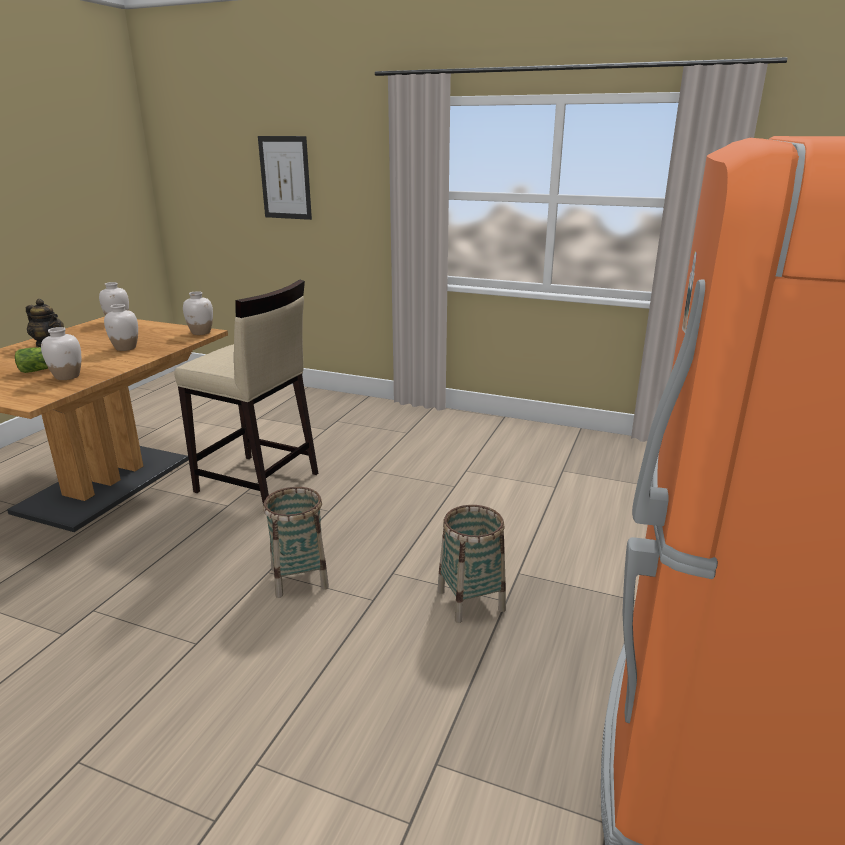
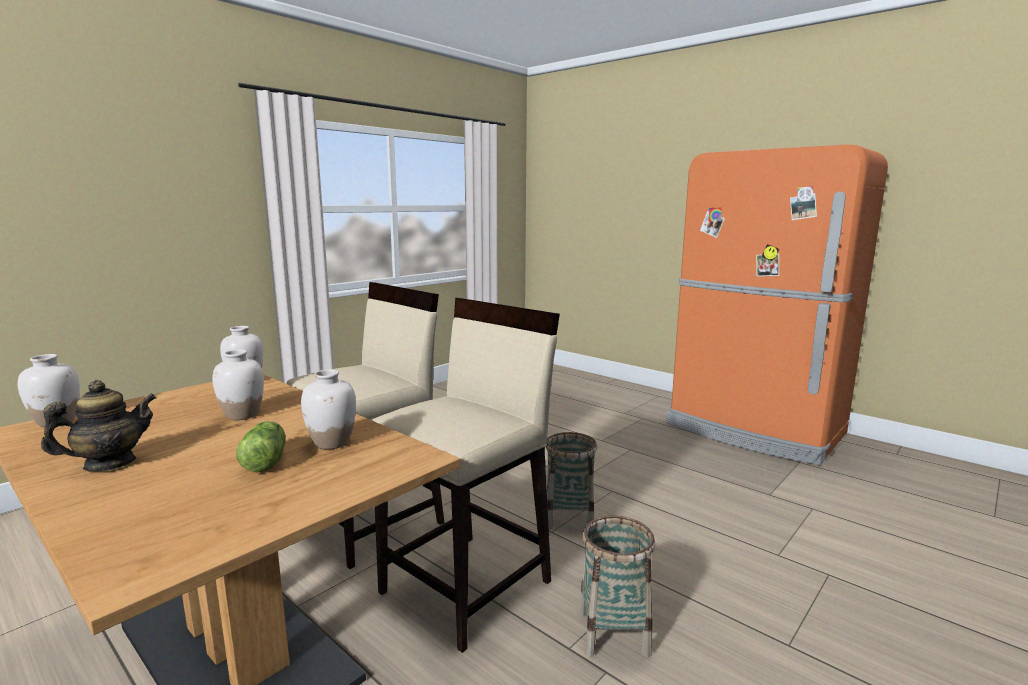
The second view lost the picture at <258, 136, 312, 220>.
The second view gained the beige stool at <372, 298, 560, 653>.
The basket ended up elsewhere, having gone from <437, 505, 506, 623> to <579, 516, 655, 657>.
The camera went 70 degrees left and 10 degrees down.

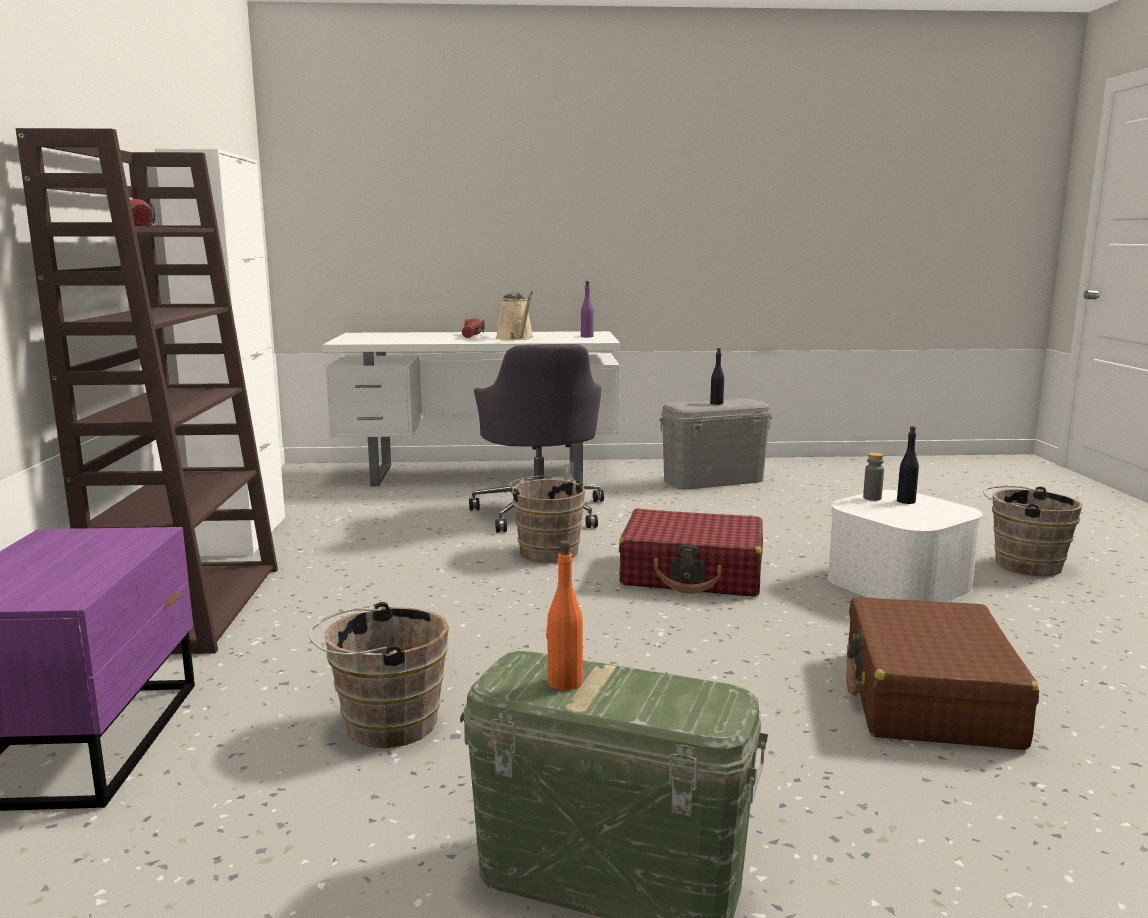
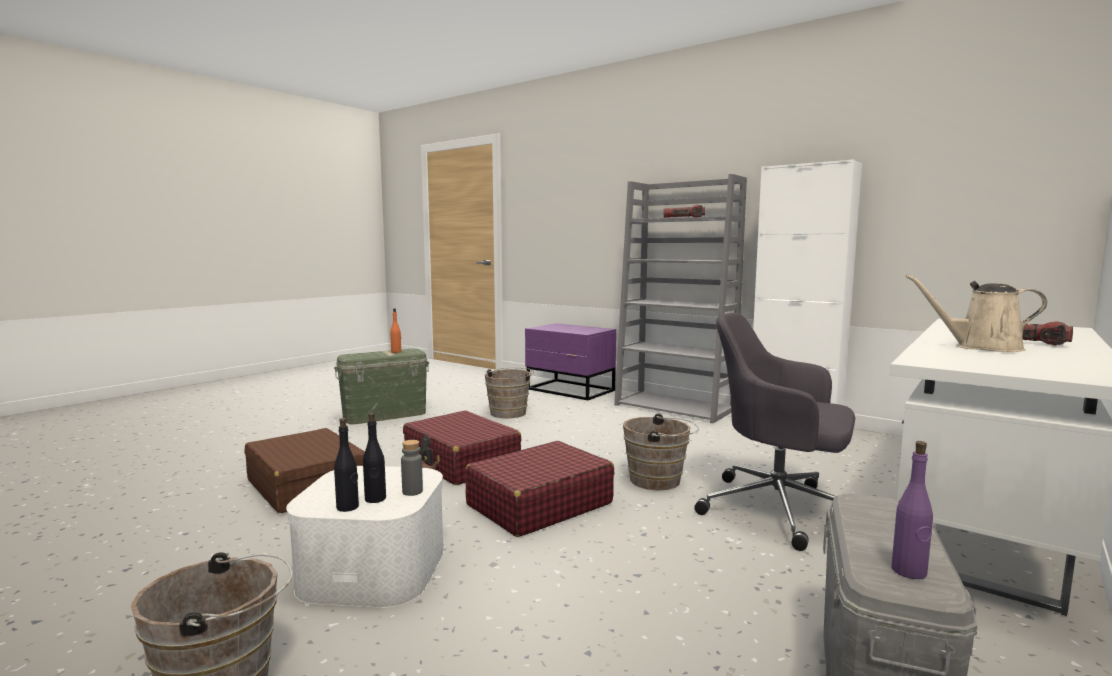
The second view gained the red suitcase at <403, 410, 522, 485>.
The purple bottle ended up elsewhere, having gone from <581, 281, 594, 337> to <892, 441, 933, 579>.
The black bottle ended up elsewhere, having gone from <710, 348, 724, 405> to <334, 418, 359, 512>.
What was the brown bookcase at <16, 128, 278, 654> turned into the grey bookcase at <614, 174, 747, 423>.
The camera went 130 degrees right and 5 degrees down.

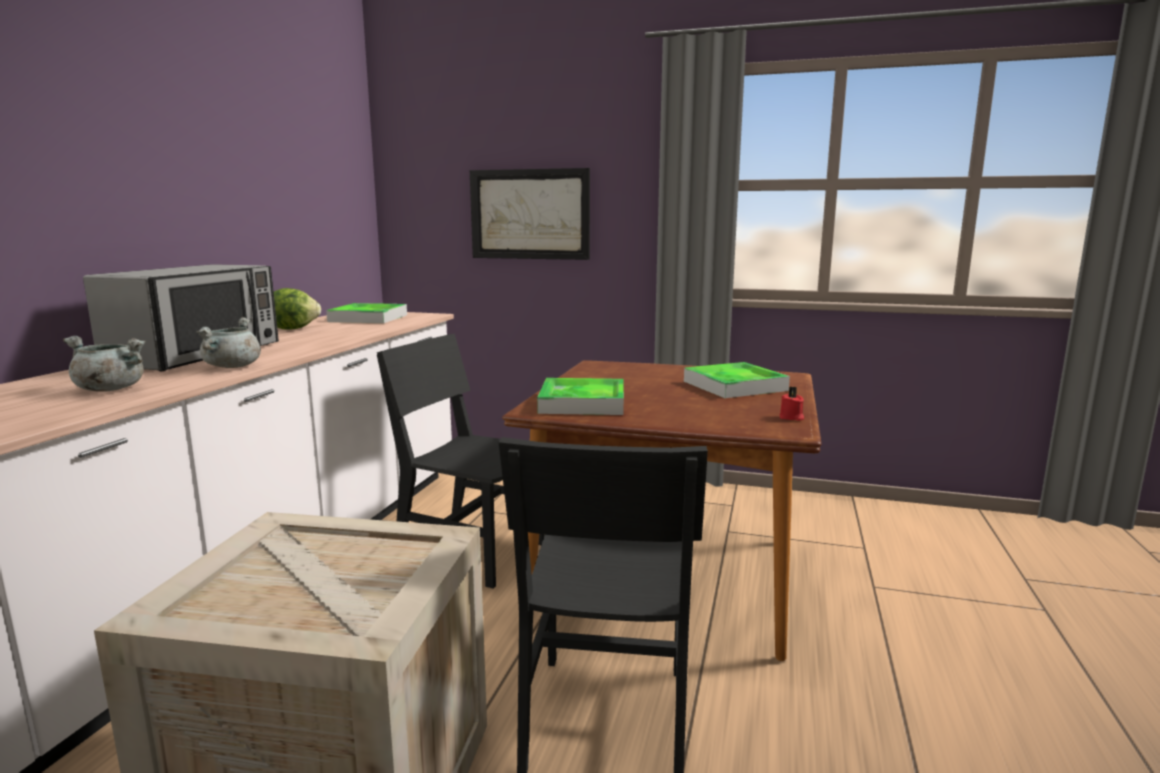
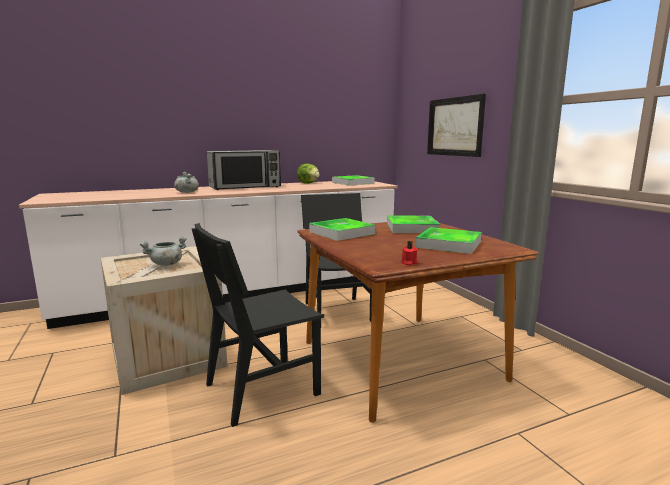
The second view gained the tray at <387, 216, 440, 233>.
The grey cooking pot ended up elsewhere, having gone from <196, 317, 261, 368> to <140, 237, 187, 266>.
The camera went 50 degrees right and 0 degrees up.

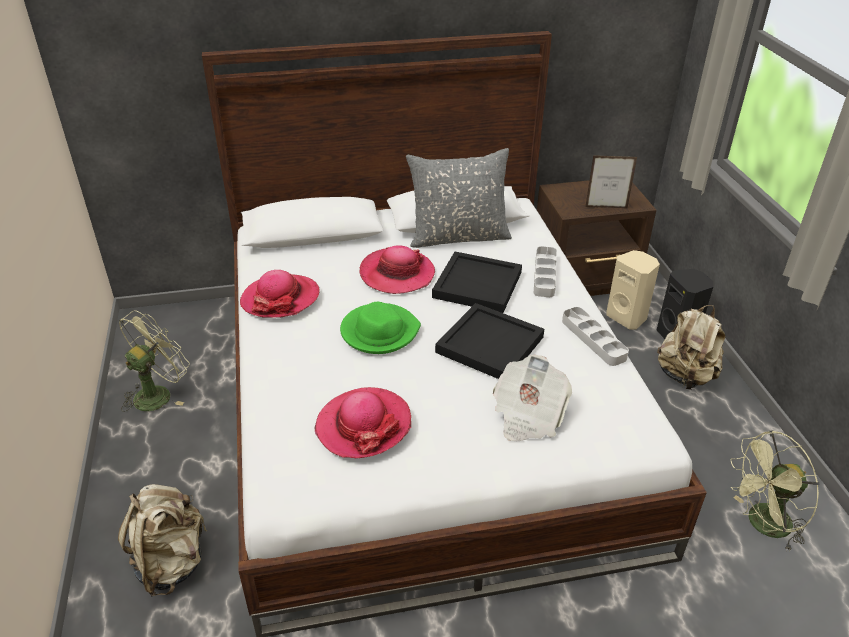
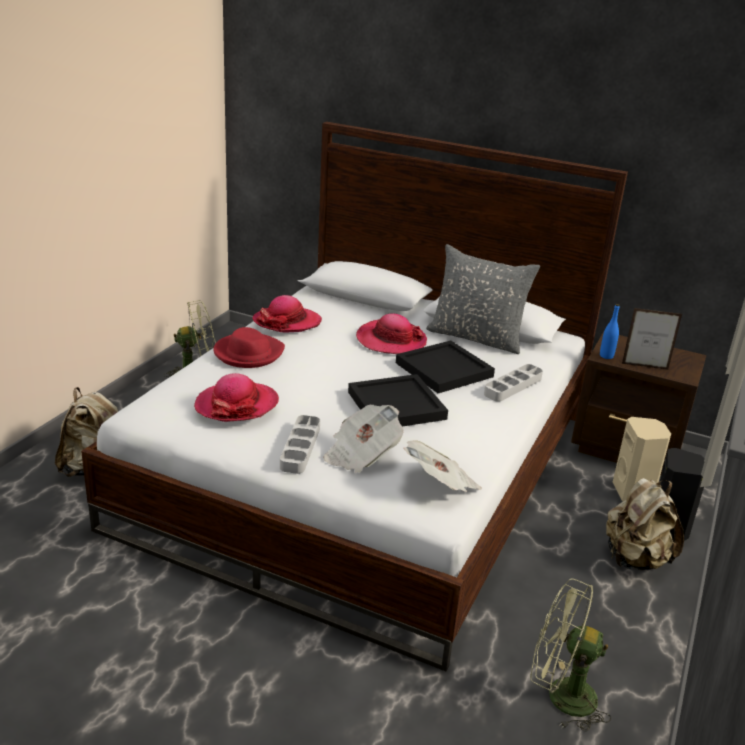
The second view lost the green hat at <340, 302, 421, 354>.
The second view gained the red hat at <213, 327, 285, 368>.
The second view gained the newspaper at <403, 440, 482, 492>.
The second view gained the blue bottle at <600, 304, 620, 359>.
The grey tray ended up elsewhere, having gone from <562, 307, 629, 366> to <280, 415, 320, 474>.
The picture frame at <585, 155, 637, 209> ended up facing another way, 150 degrees clockwise from before.
The camera went 35 degrees right and 10 degrees down.

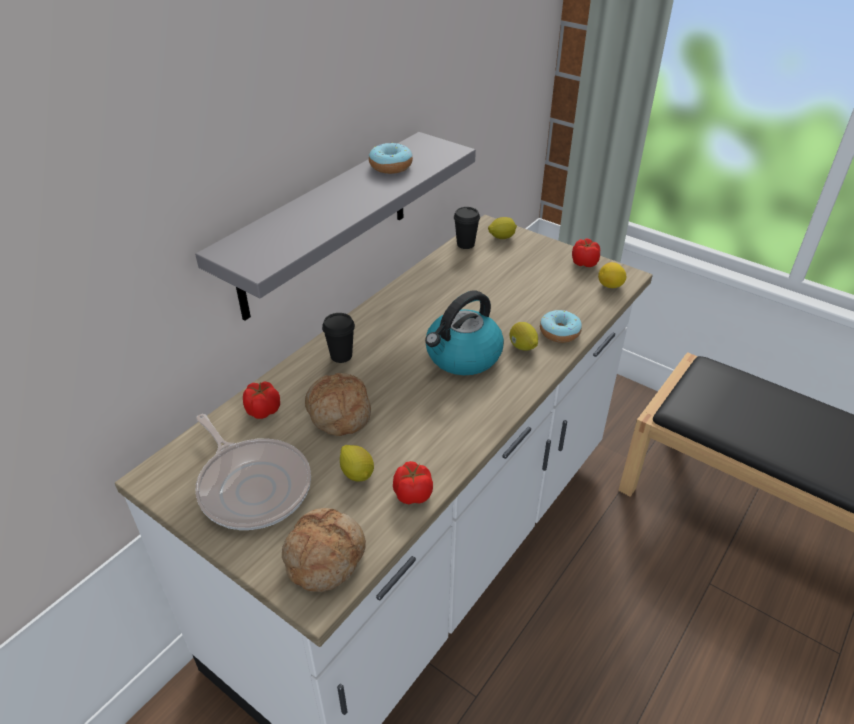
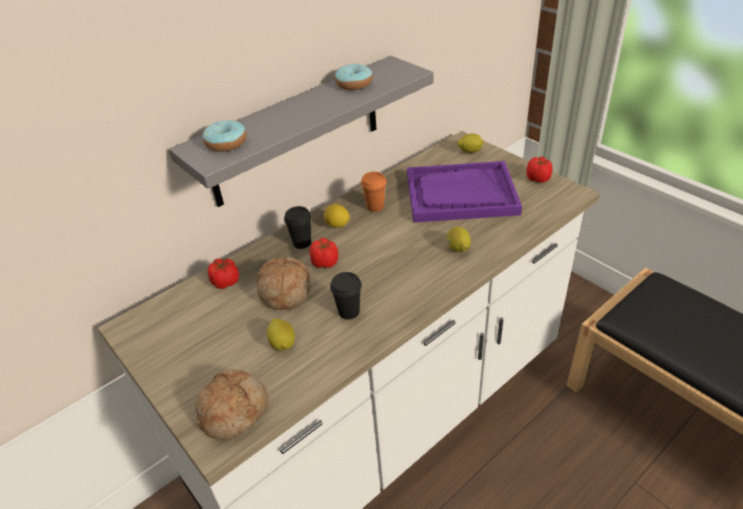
The second view lost the frying pan at <195, 414, 311, 530>.
The second view lost the kettle at <425, 290, 504, 375>.
The second view gained the orange cup at <361, 172, 387, 212>.
The second view gained the purple tray at <407, 161, 522, 223>.
The tomato ended up elsewhere, having gone from <393, 461, 433, 504> to <309, 238, 338, 268>.
The black cup ended up elsewhere, having gone from <454, 207, 480, 249> to <330, 272, 362, 320>.
The donut ended up elsewhere, having gone from <540, 310, 582, 343> to <202, 120, 247, 152>.
The lemon ended up elsewhere, having gone from <598, 262, 627, 288> to <324, 204, 350, 228>.
The camera went 15 degrees right and 0 degrees up.

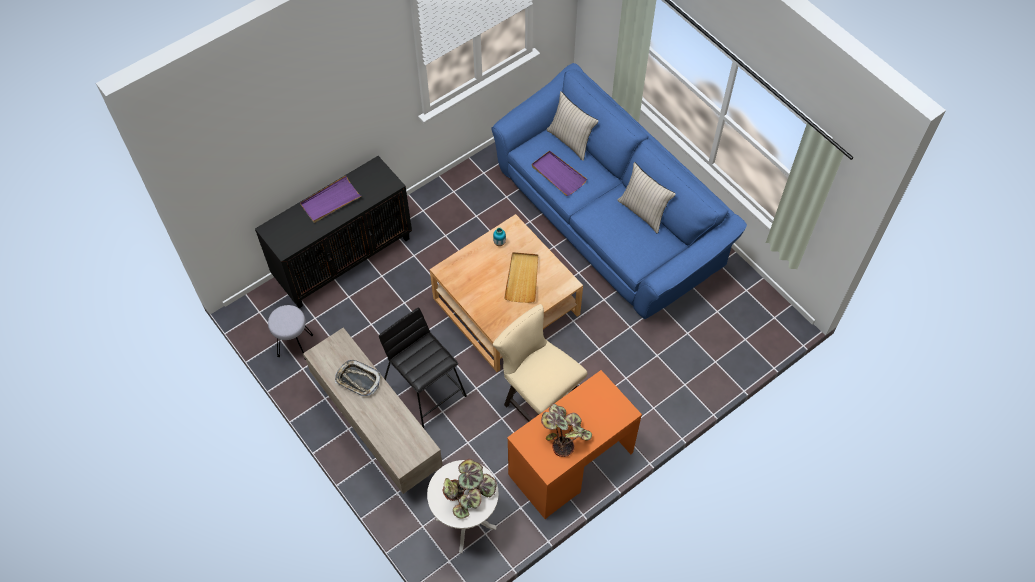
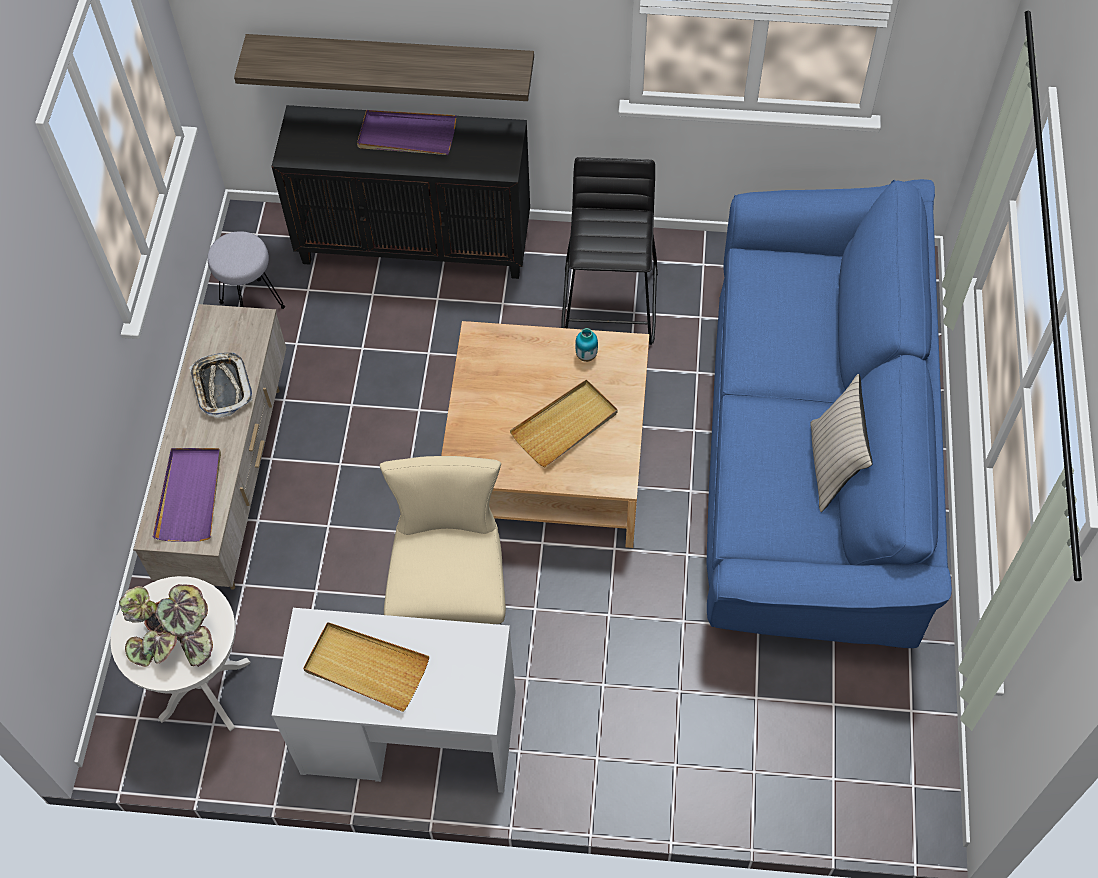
The second view lost the beige pillow at <547, 91, 599, 161>.
The second view gained the shelf at <234, 34, 534, 101>.
The black stool ended up elsewhere, having gone from <379, 308, 467, 428> to <561, 157, 658, 345>.
The purple tray ended up elsewhere, having gone from <532, 151, 587, 196> to <152, 448, 221, 542>.
Where the potted plant stood at <541, 403, 592, 457>, the beige tray came to stand at <303, 622, 429, 712>.
What was the orange desk at <507, 370, 642, 519> turned into the white desk at <272, 608, 516, 793>.
The camera went 45 degrees right and 0 degrees up.

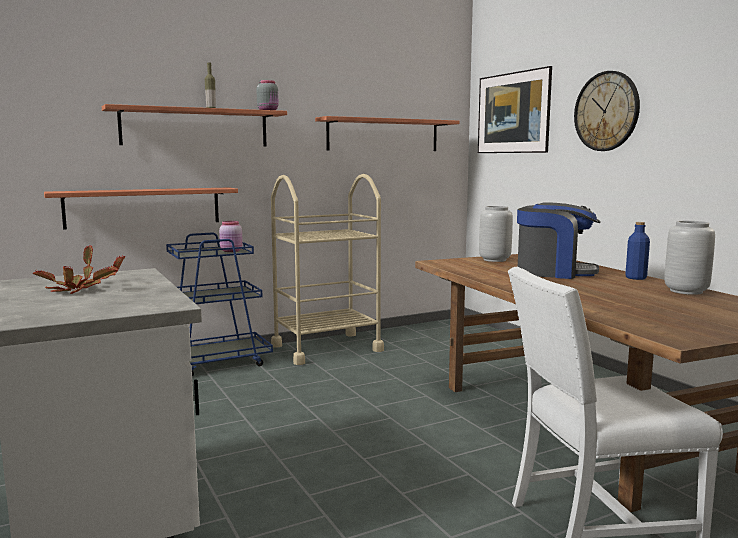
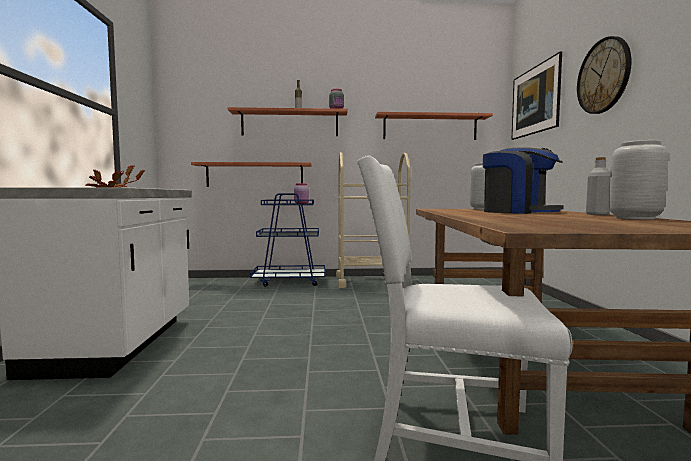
What was the blue bottle at <625, 222, 650, 280> turned into the grey bottle at <586, 157, 611, 215>.
The camera went 25 degrees right and 5 degrees down.

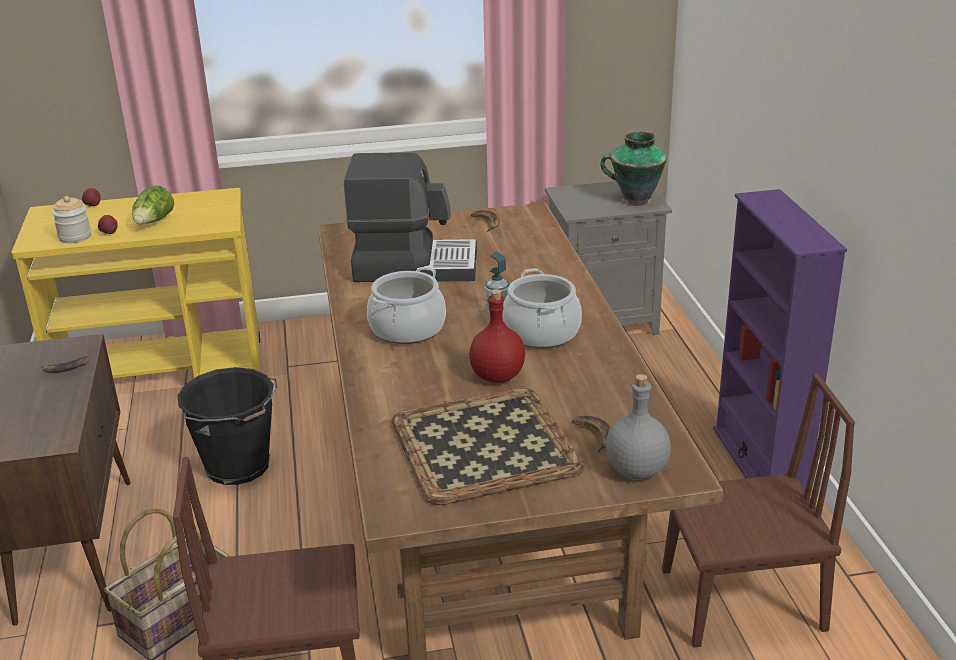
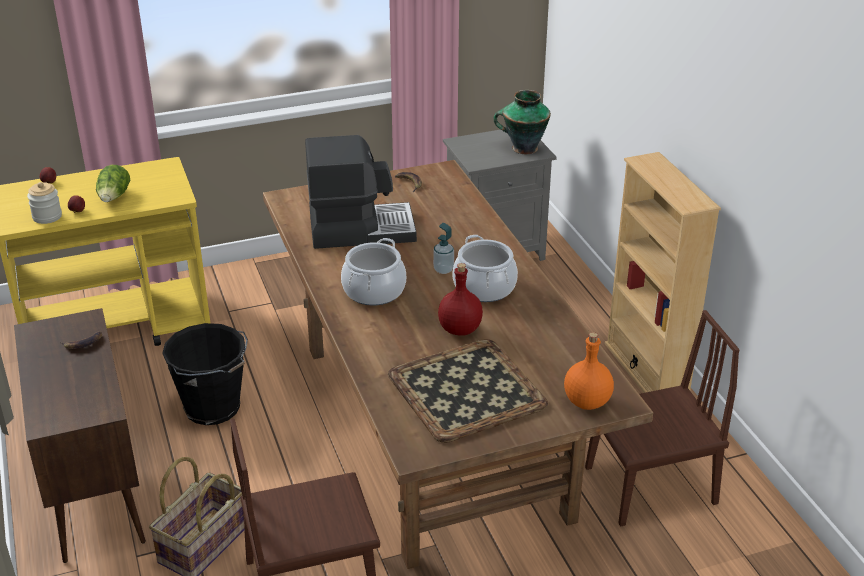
The second view lost the banana at <571, 416, 611, 454>.
What was the grey bottle at <606, 374, 671, 480> turned into the orange bottle at <564, 332, 614, 410>.
What was the purple bookcase at <713, 189, 847, 490> turned into the beige bookcase at <605, 152, 721, 393>.
The camera went 10 degrees left and 5 degrees up.

